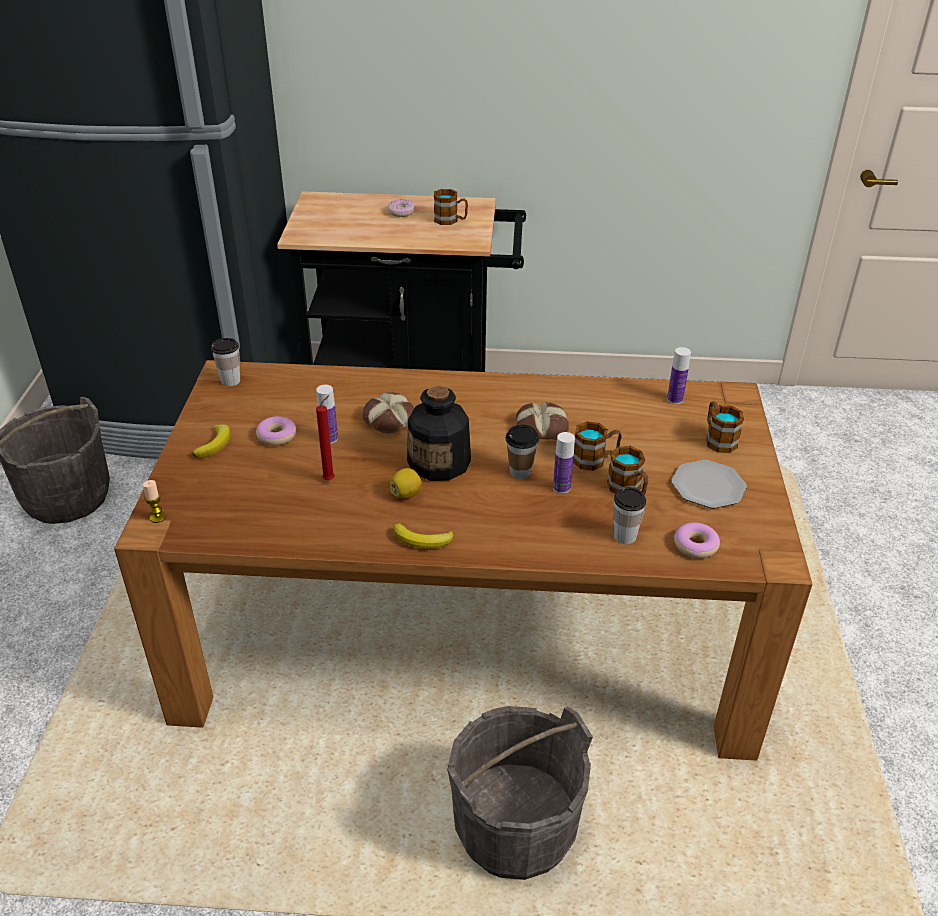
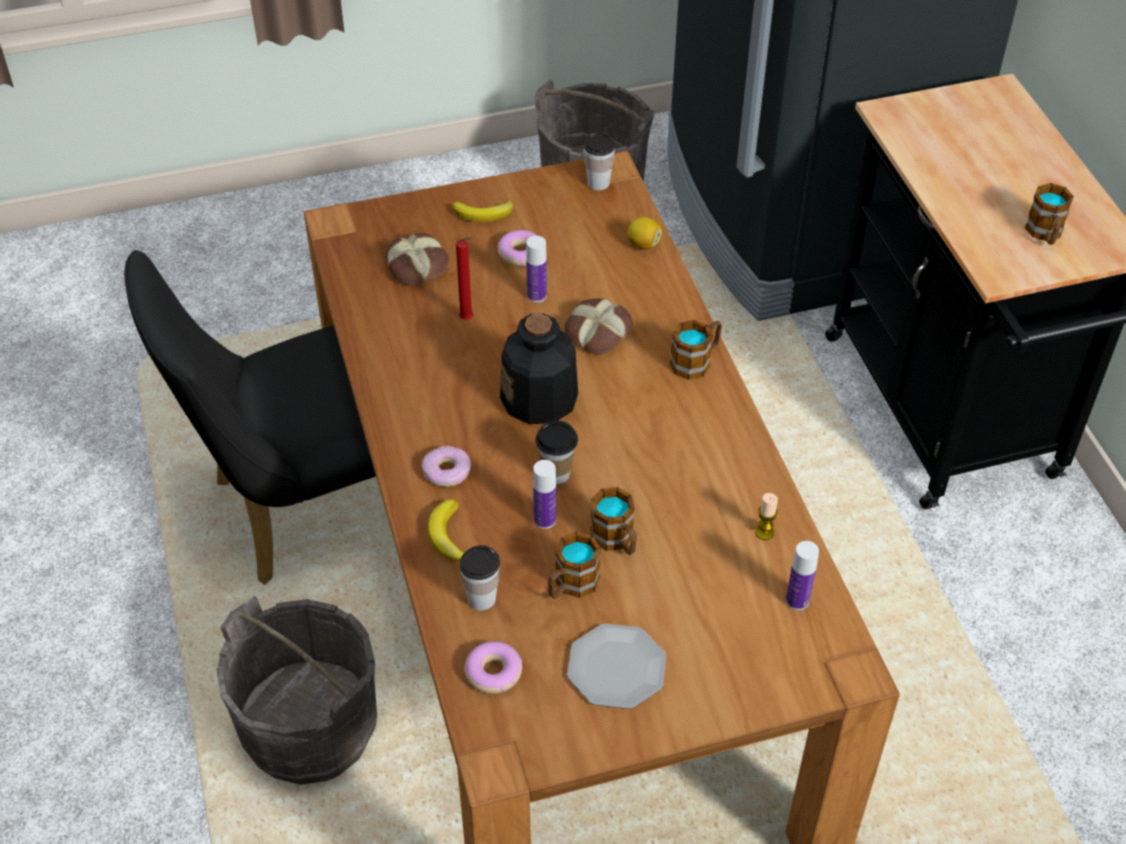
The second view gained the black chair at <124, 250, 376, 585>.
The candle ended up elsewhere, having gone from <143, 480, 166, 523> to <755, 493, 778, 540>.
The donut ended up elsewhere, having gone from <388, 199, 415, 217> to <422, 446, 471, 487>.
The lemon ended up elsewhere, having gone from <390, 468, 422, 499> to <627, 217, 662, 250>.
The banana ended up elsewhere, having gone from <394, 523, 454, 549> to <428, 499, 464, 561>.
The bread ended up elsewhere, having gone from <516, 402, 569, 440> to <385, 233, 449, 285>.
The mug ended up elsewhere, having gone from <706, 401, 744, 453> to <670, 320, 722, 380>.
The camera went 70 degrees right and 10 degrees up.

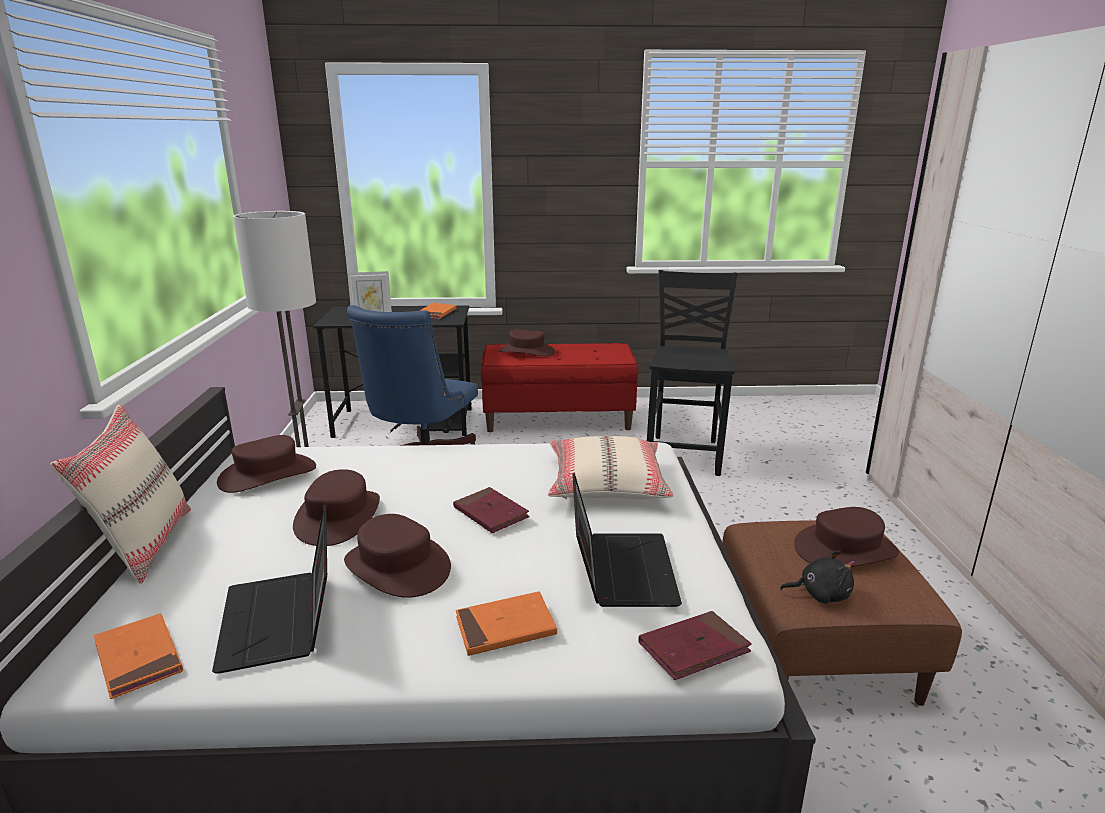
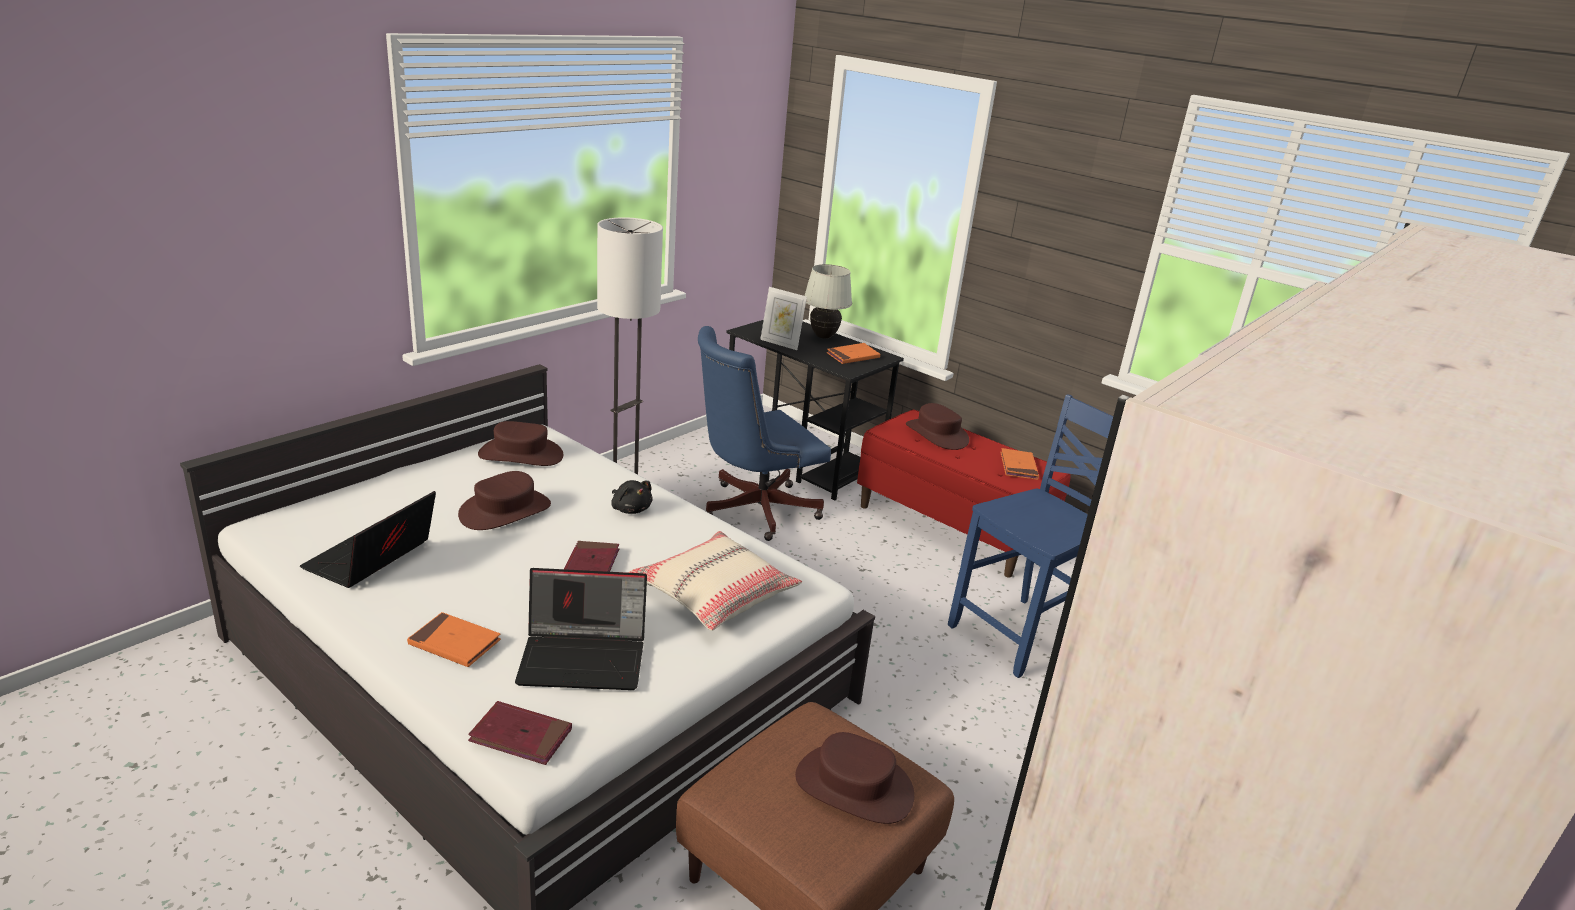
The second view lost the beige pillow at <50, 404, 191, 584>.
The second view lost the brown hat at <344, 514, 451, 598>.
The second view gained the white table lamp at <805, 264, 852, 338>.
The orange book ended up elsewhere, having gone from <94, 614, 183, 699> to <1000, 448, 1039, 480>.
The black plush toy ended up elsewhere, having gone from <780, 550, 855, 603> to <611, 480, 653, 514>.
What was the black chair at <647, 270, 738, 476> turned into the blue chair at <948, 394, 1113, 678>.
The laptop at <572, 472, 682, 607> ended up facing another way, 45 degrees clockwise from before.
The camera went 40 degrees right and 5 degrees up.

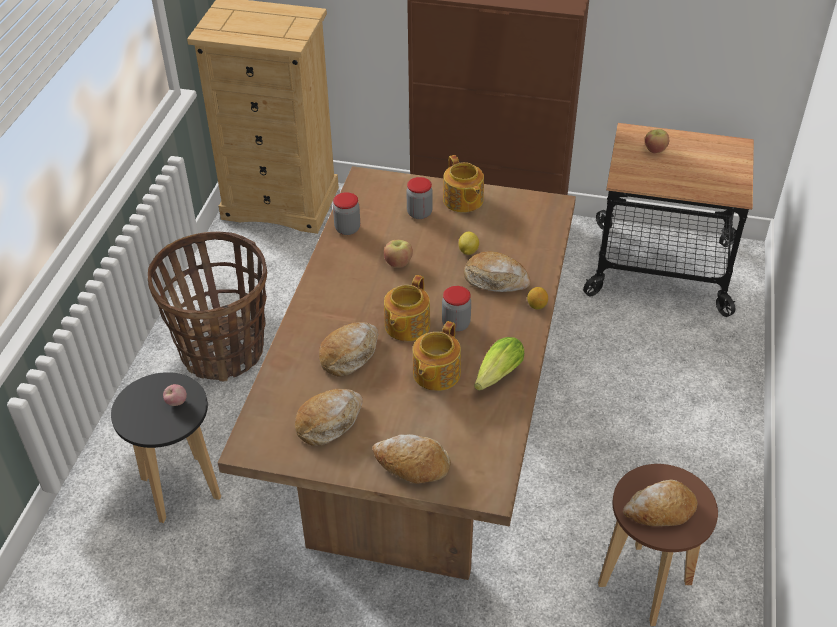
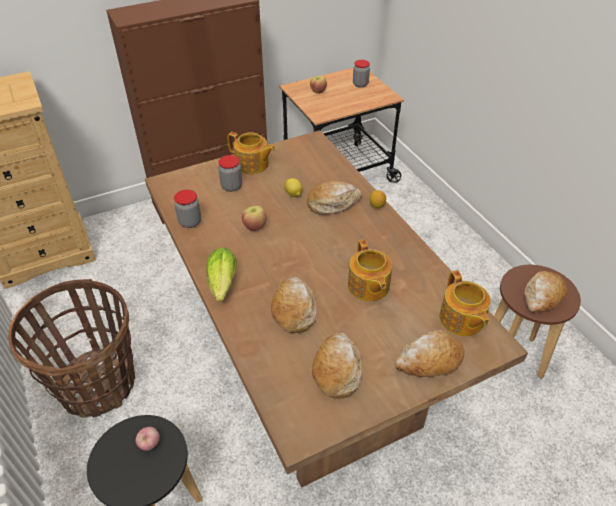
The teapot ended up elsewhere, having gone from <384, 275, 430, 341> to <440, 270, 491, 336>.
The jar ended up elsewhere, having gone from <442, 286, 471, 332> to <353, 60, 370, 88>.
The lettuce ended up elsewhere, having gone from <474, 337, 524, 391> to <206, 247, 237, 301>.
The camera went 40 degrees left and 0 degrees up.

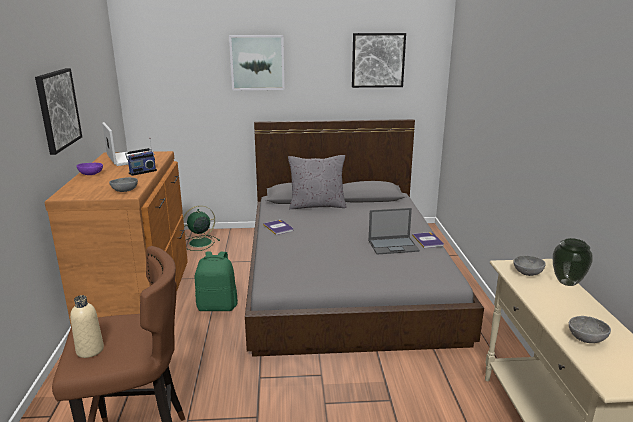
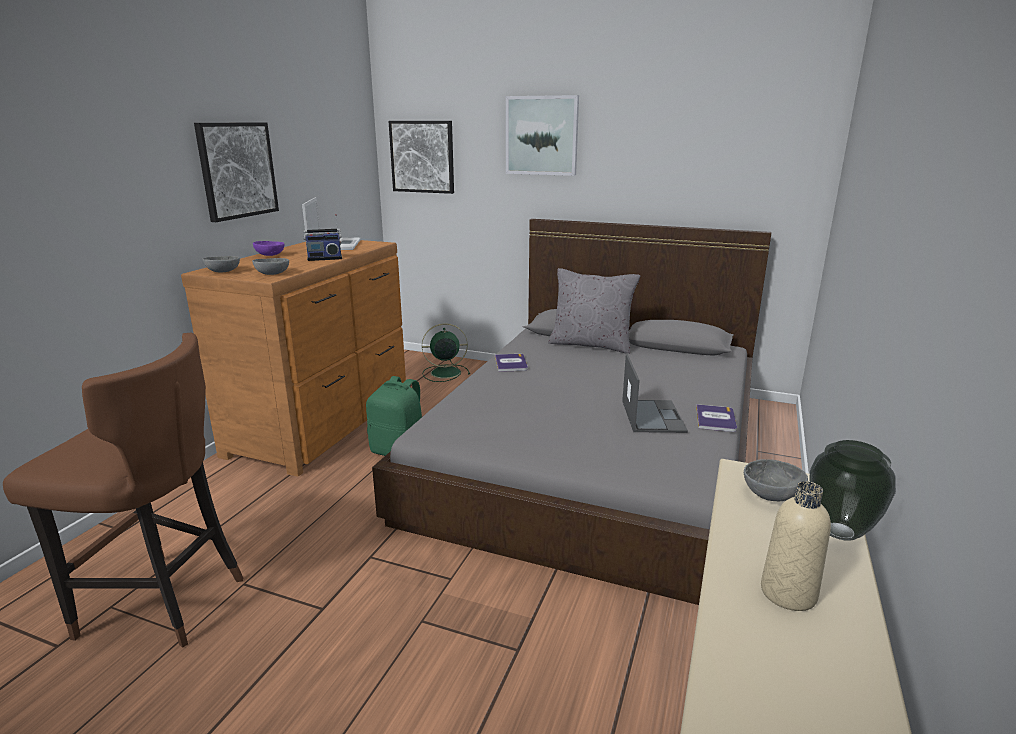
The beige bottle ended up elsewhere, having gone from <70, 295, 104, 358> to <761, 481, 831, 611>.
The picture ended up elsewhere, having gone from <352, 33, 406, 88> to <389, 121, 454, 194>.
The grey bowl ended up elsewhere, having gone from <569, 316, 611, 343> to <202, 256, 240, 272>.
The laptop at <368, 208, 420, 255> ended up facing another way, 105 degrees counterclockwise from before.
The camera went 25 degrees right and 0 degrees up.

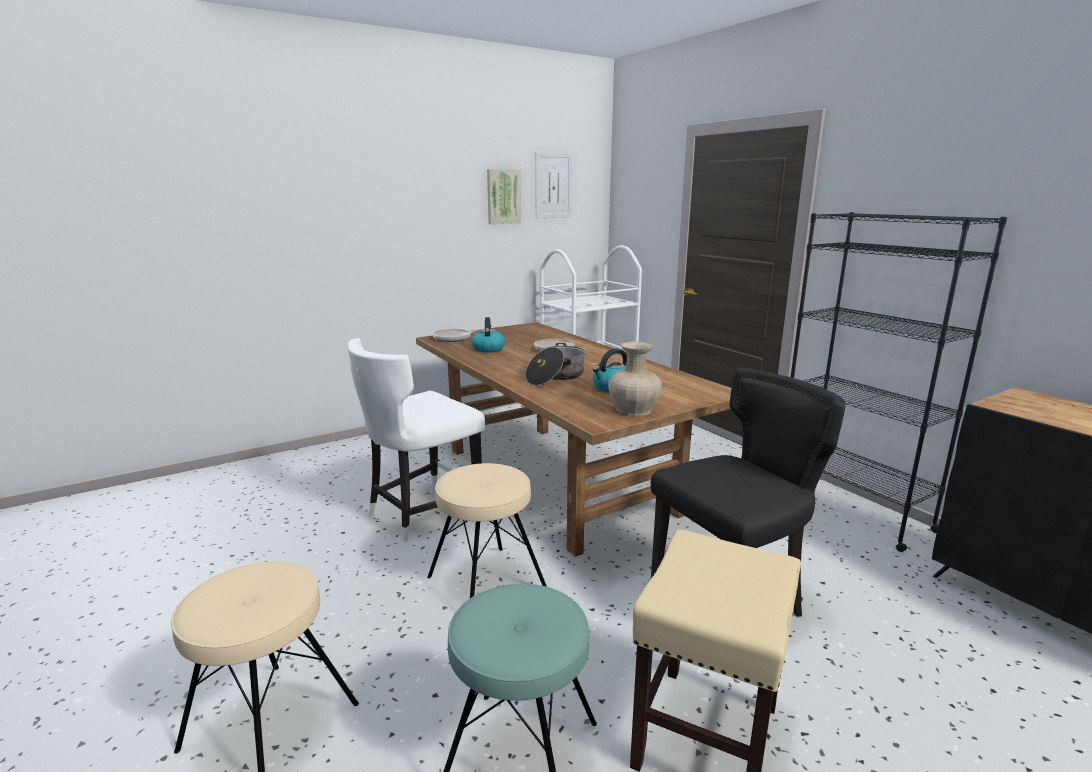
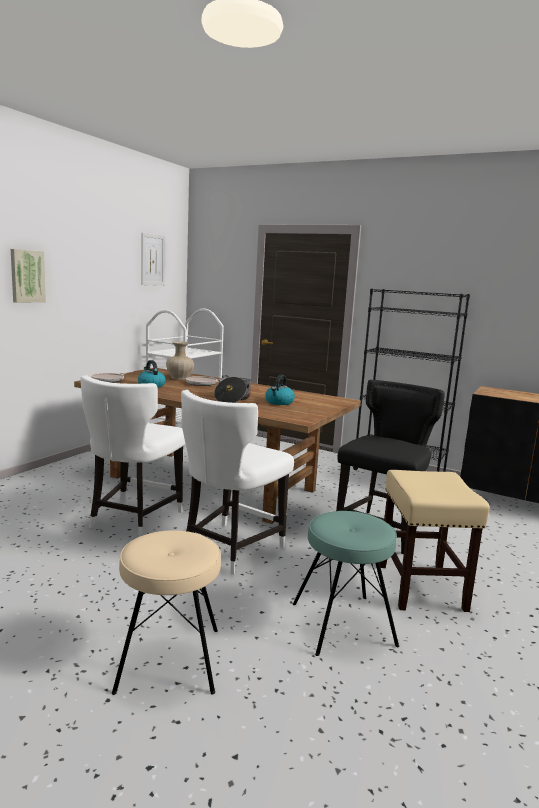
The picture ended up elsewhere, having gone from <487, 169, 521, 224> to <11, 249, 46, 303>.
The beige vase ended up elsewhere, having gone from <608, 341, 662, 416> to <166, 341, 194, 380>.
Where the beige stool stood at <427, 463, 547, 598>, the white chair came to stand at <181, 390, 294, 575>.
The camera went 30 degrees left and 5 degrees down.

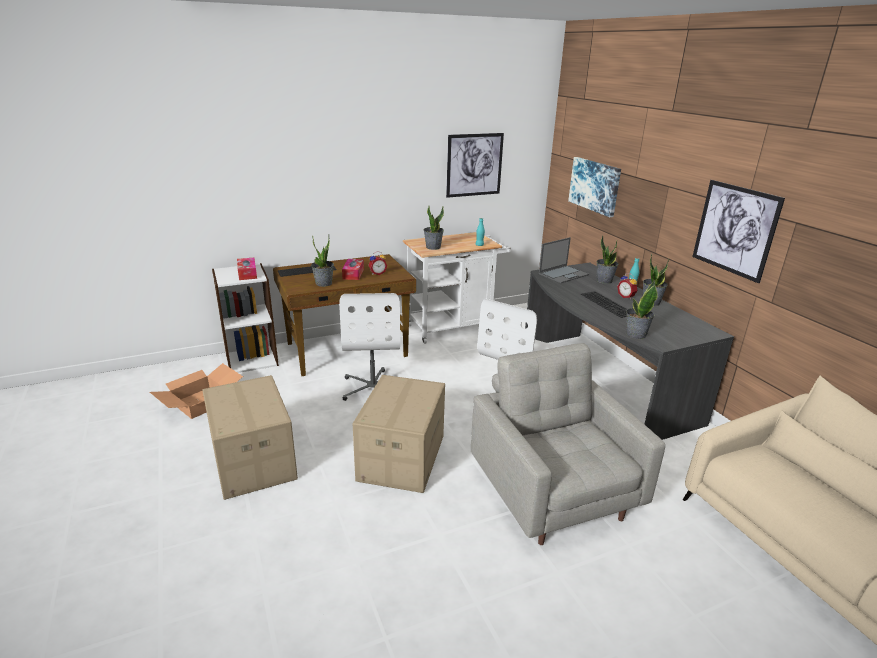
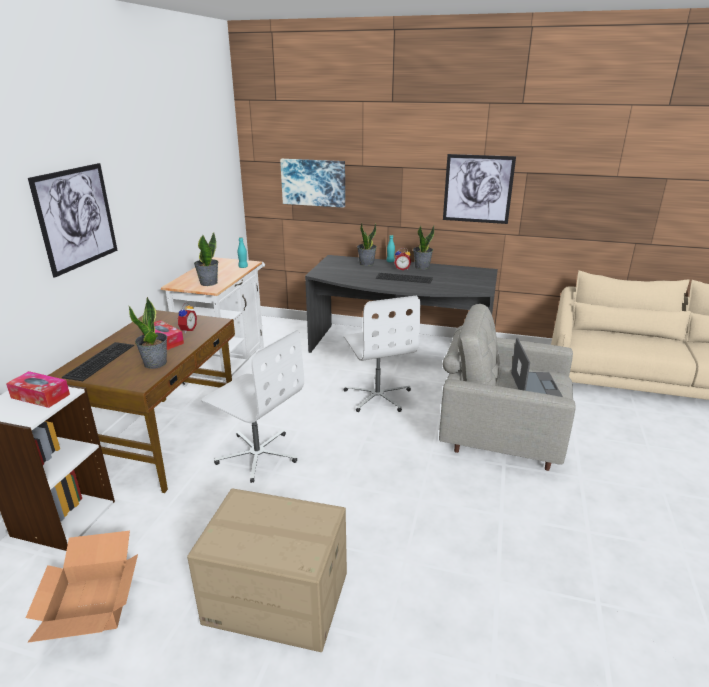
The second view lost the cardboard box at <353, 375, 445, 493>.
The second view lost the potted plant at <626, 280, 658, 339>.
The picture ended up elsewhere, having gone from <446, 133, 504, 198> to <28, 163, 117, 278>.
The laptop ended up elsewhere, having gone from <539, 237, 589, 283> to <511, 338, 563, 397>.
The camera went 50 degrees left and 0 degrees up.

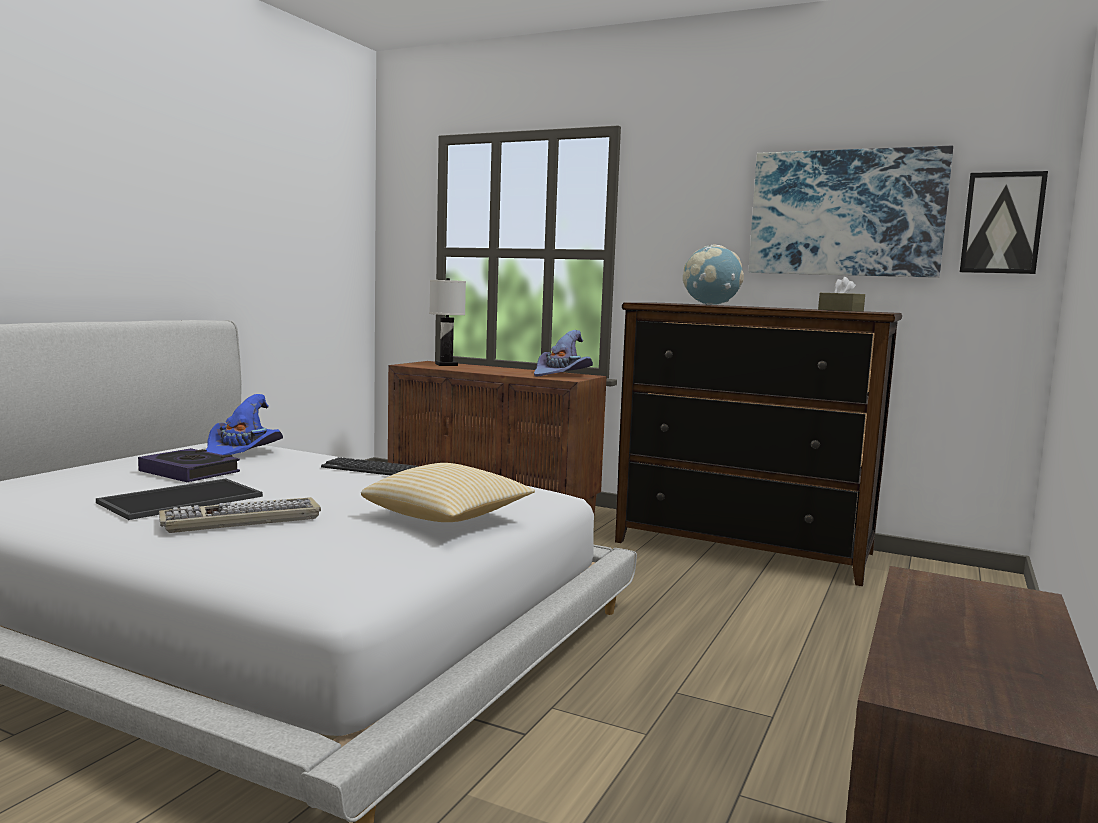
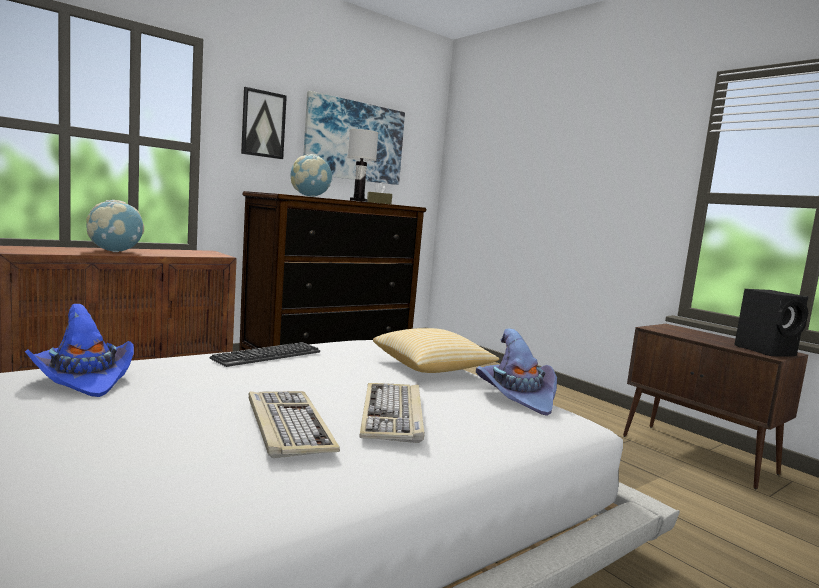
The second view lost the book at <138, 448, 240, 482>.
The second view gained the globe at <86, 200, 144, 252>.
The second view gained the black speaker at <734, 289, 808, 357>.
The white table lamp ended up elsewhere, having gone from <429, 278, 466, 366> to <347, 129, 378, 202>.
The purple hat ended up elsewhere, having gone from <534, 330, 593, 377> to <476, 329, 557, 416>.
The picture ended up elsewhere, having gone from <960, 171, 1048, 274> to <241, 87, 287, 159>.
Where the tray stood at <96, 479, 263, 520>, the keyboard came to stand at <248, 391, 340, 458>.
The camera went 65 degrees left and 0 degrees up.

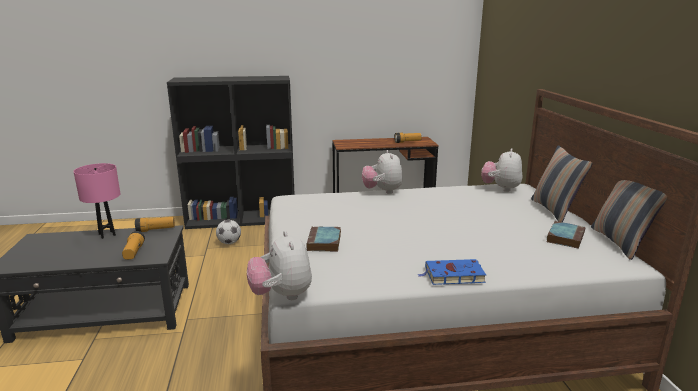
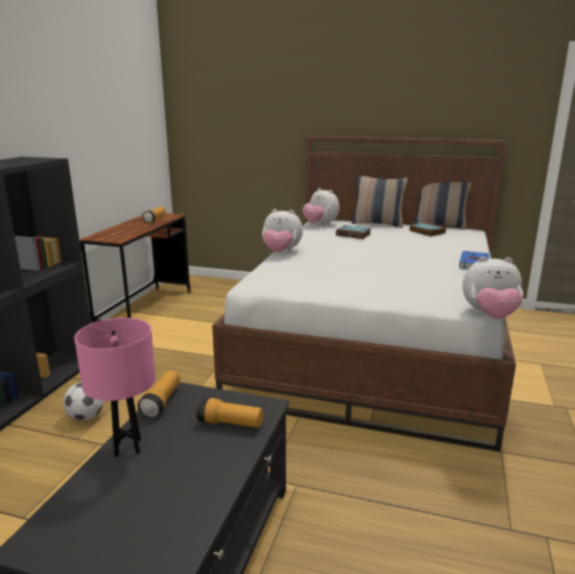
The book ended up elsewhere, having gone from <306, 227, 341, 252> to <336, 225, 371, 239>.
The camera went 65 degrees left and 0 degrees up.

